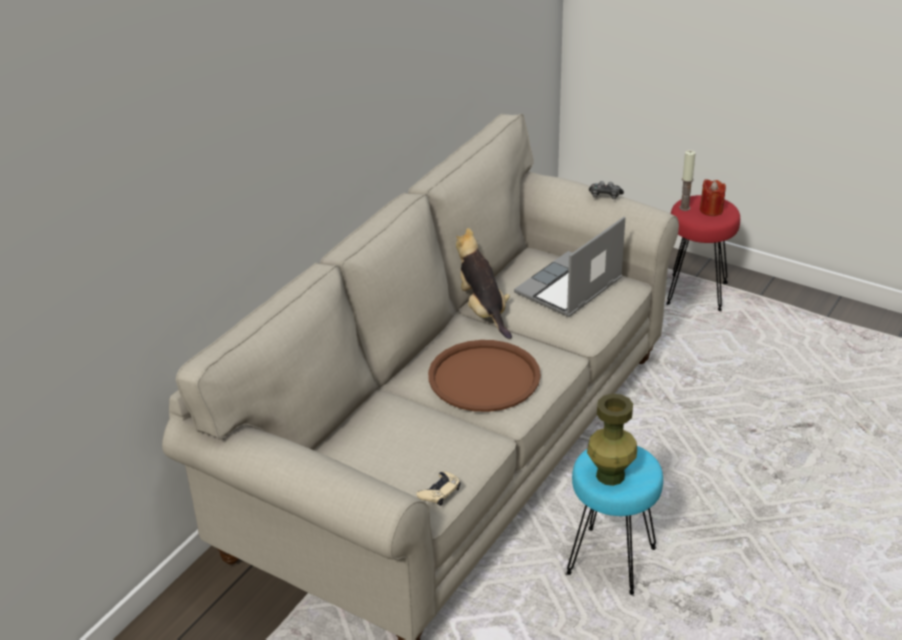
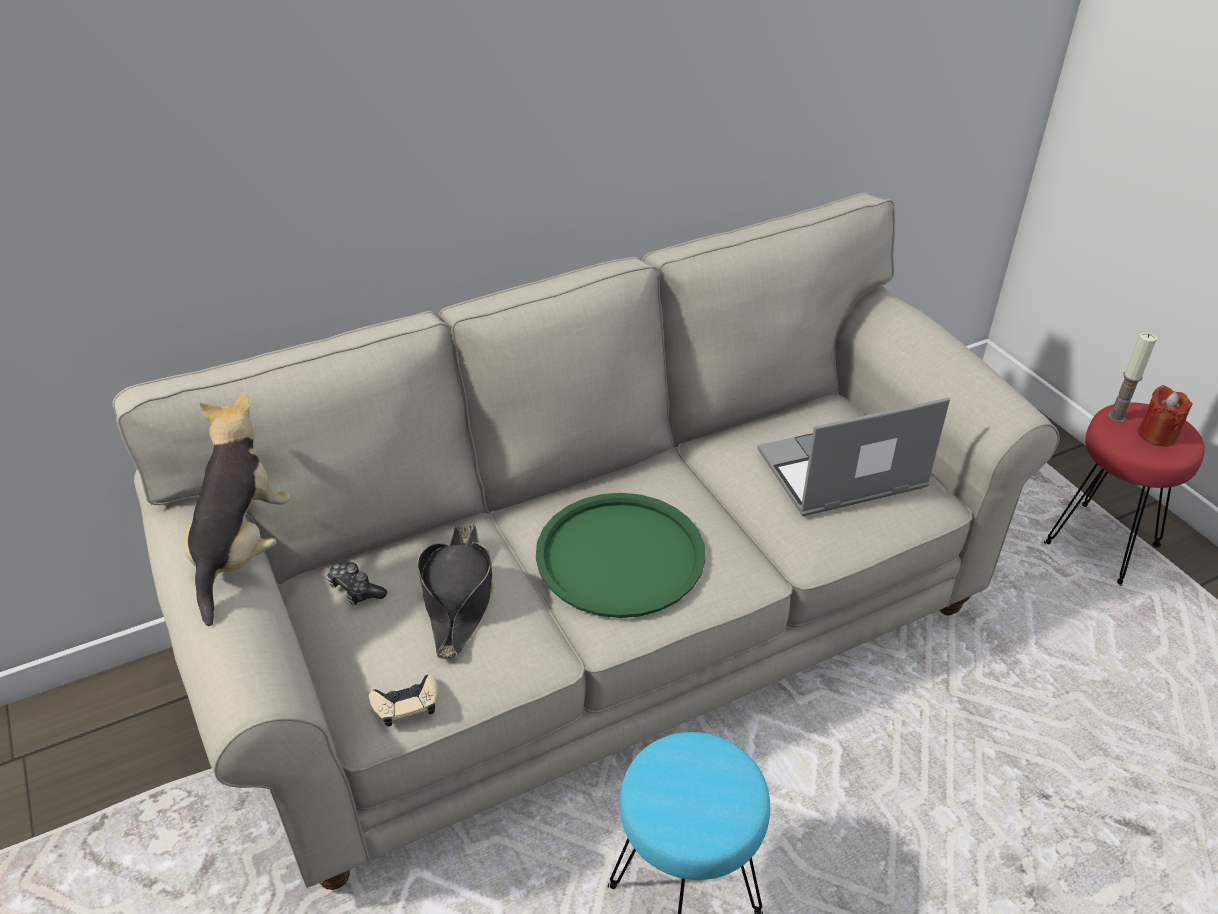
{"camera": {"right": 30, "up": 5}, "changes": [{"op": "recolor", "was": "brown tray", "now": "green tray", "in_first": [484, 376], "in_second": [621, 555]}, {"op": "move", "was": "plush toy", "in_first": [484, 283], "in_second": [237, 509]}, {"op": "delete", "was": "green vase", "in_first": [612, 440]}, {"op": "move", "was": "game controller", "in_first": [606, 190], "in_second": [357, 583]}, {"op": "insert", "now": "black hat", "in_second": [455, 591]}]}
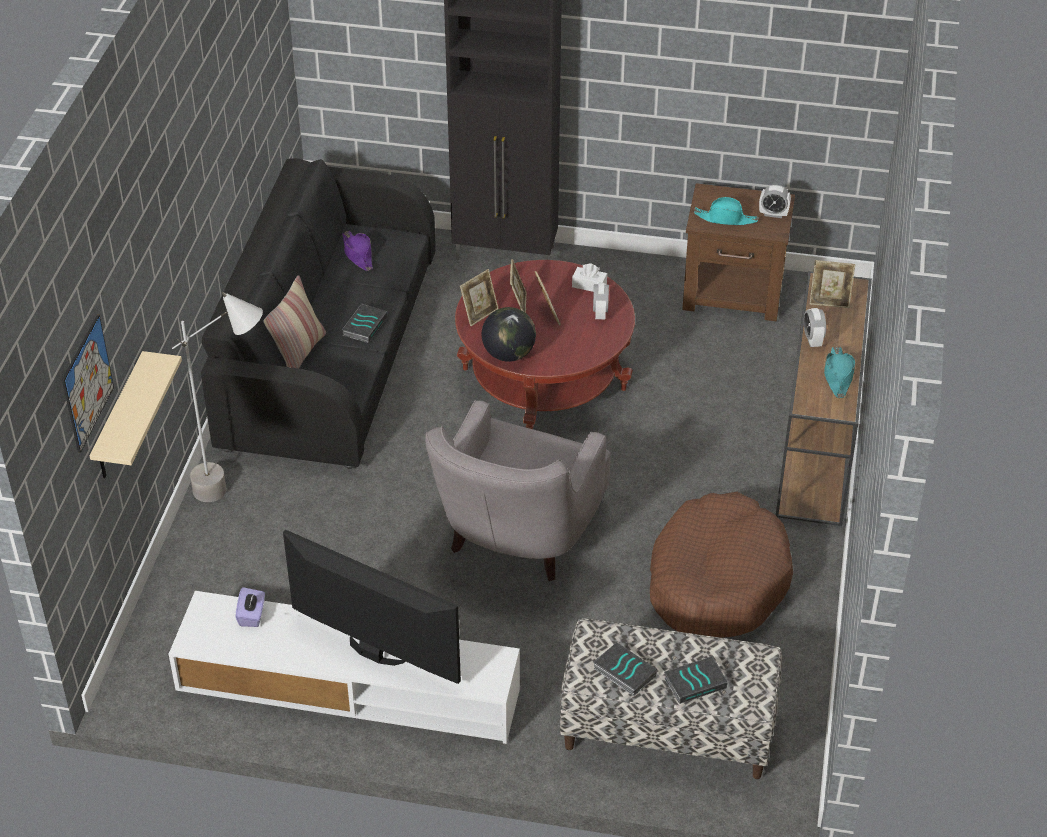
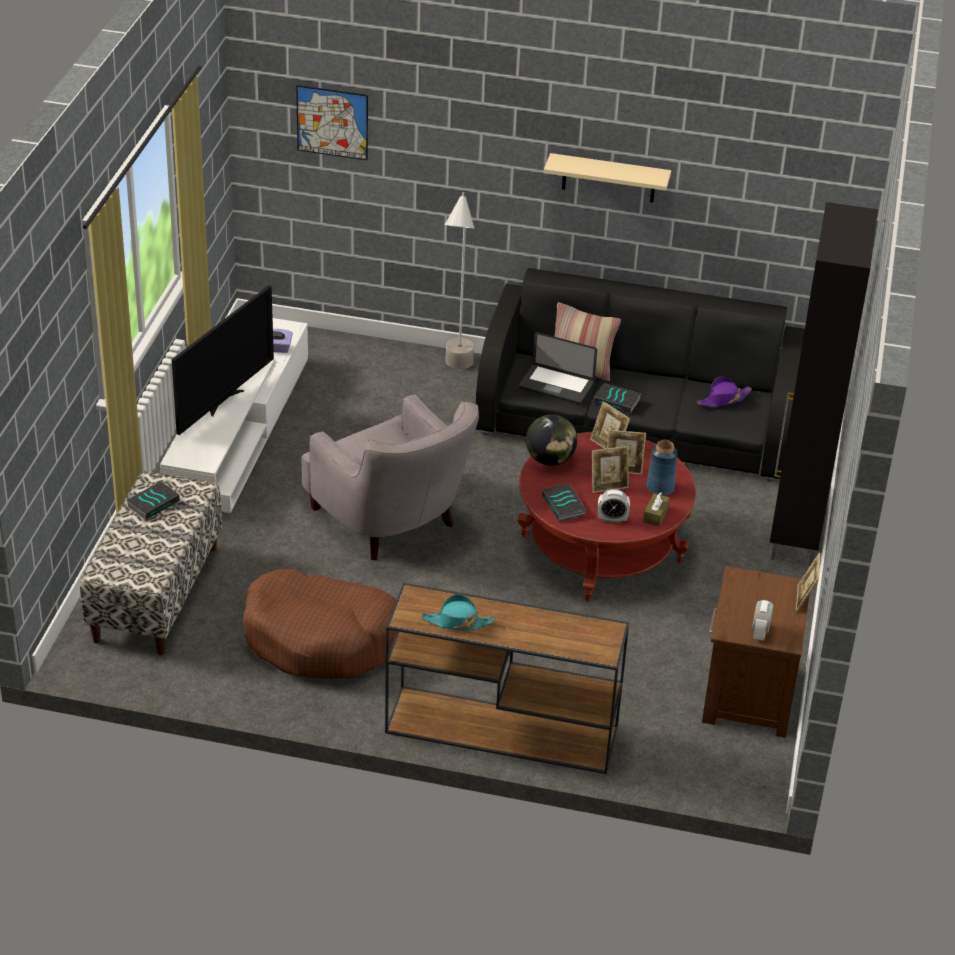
{"camera": {"right": 90, "up": -5}, "changes": [{"op": "move", "was": "beige shelf", "in_first": [135, 414], "in_second": [607, 177]}, {"op": "rotate", "was": "grey armchair", "in_first": [518, 490], "in_second": [390, 477], "clockwise": -150}, {"op": "recolor", "was": "white tissue box", "now": "brown tissue box", "in_first": [589, 277], "in_second": [656, 509]}, {"op": "move", "was": "book", "in_first": [696, 680], "in_second": [564, 502]}, {"op": "delete", "was": "turquoise hat", "in_first": [726, 211]}, {"op": "delete", "was": "alarm clock", "in_first": [815, 327]}, {"op": "move", "was": "picture frame", "in_first": [832, 284], "in_second": [808, 582]}, {"op": "insert", "now": "laptop", "in_second": [558, 368]}, {"op": "insert", "now": "blue vase", "in_second": [662, 468]}]}
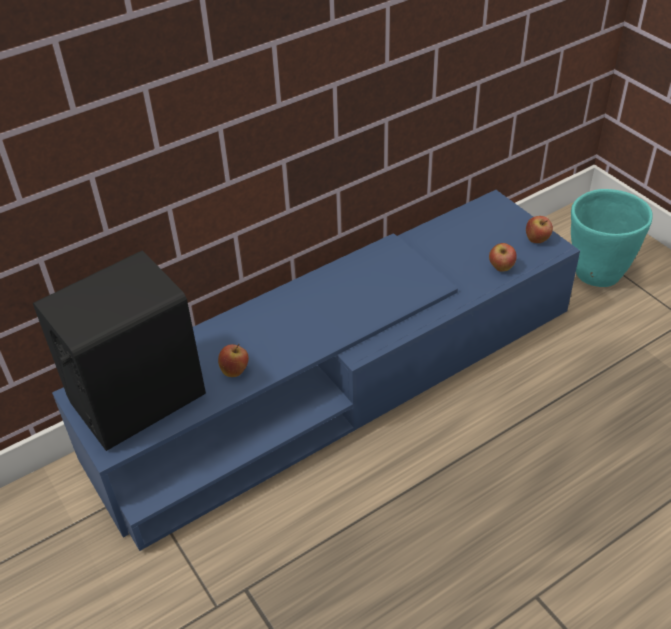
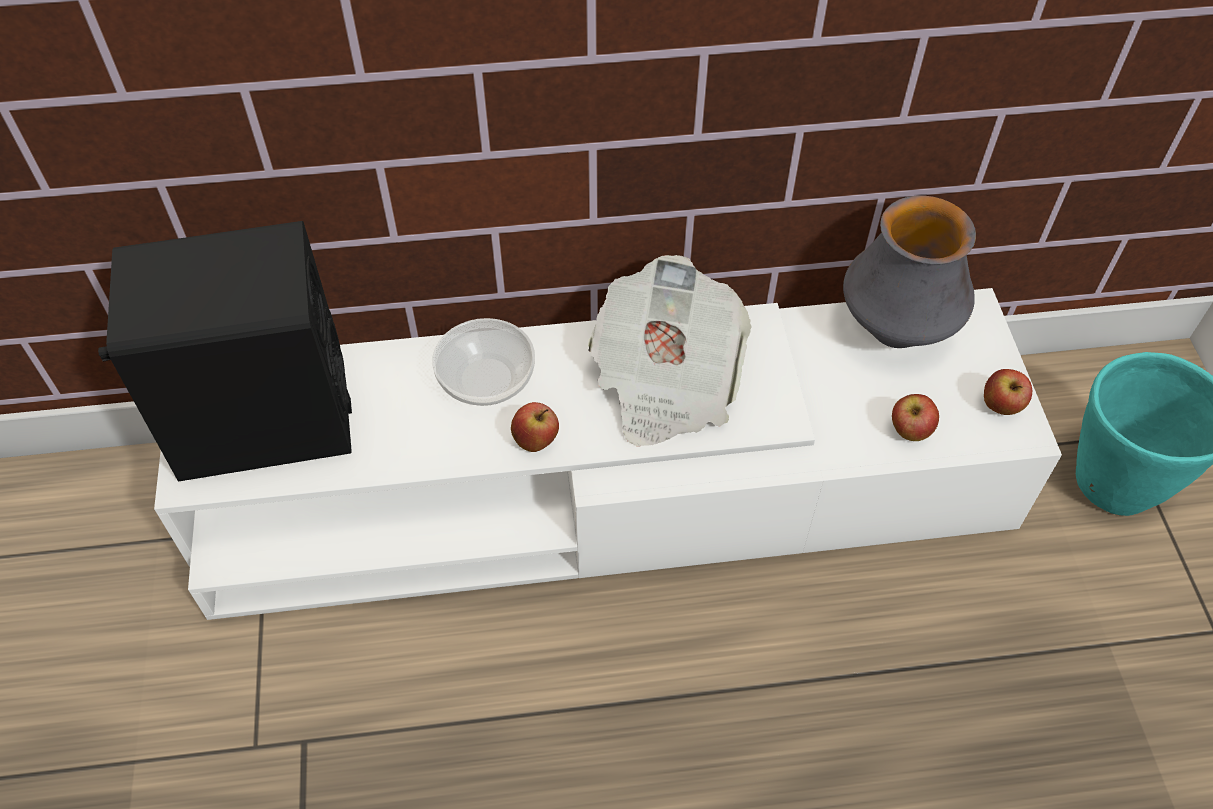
{"camera": {"right": 25, "up": 10}, "changes": [{"op": "recolor", "was": "blue tv stand", "now": "white tv stand", "in_first": [316, 370], "in_second": [608, 454]}, {"op": "move", "was": "apple", "in_first": [233, 360], "in_second": [535, 427]}, {"op": "insert", "now": "bowl", "in_second": [483, 362]}, {"op": "insert", "now": "newspaper", "in_second": [670, 351]}, {"op": "insert", "now": "vase", "in_second": [909, 272]}]}
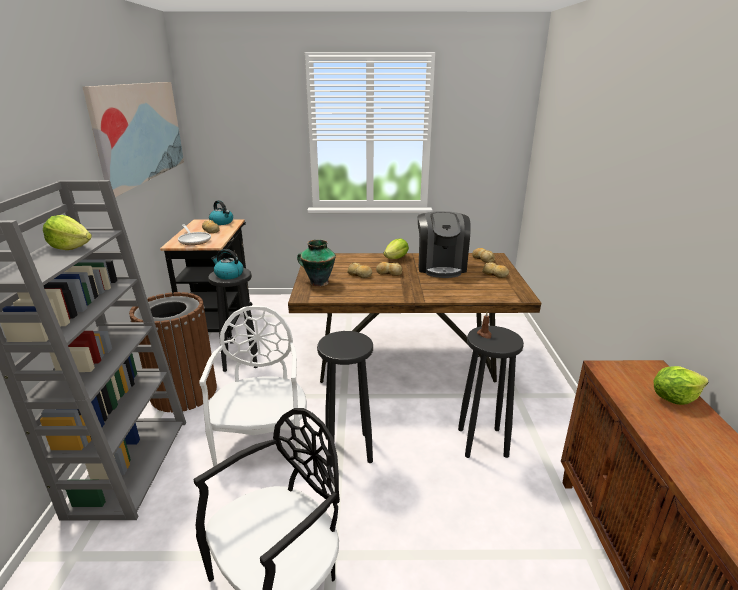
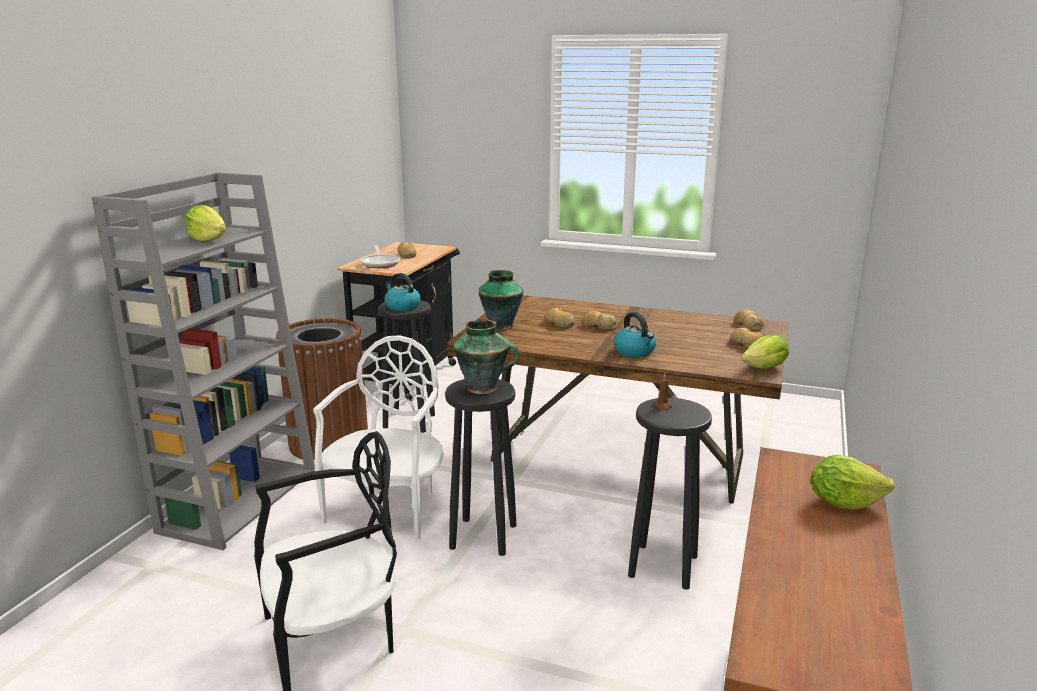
{"camera": {"right": 20, "up": -5}, "changes": [{"op": "delete", "was": "picture", "in_first": [133, 139]}, {"op": "move", "was": "kettle", "in_first": [221, 212], "in_second": [635, 334]}, {"op": "move", "was": "lettuce", "in_first": [396, 248], "in_second": [765, 352]}, {"op": "delete", "was": "coffee machine", "in_first": [444, 244]}, {"op": "insert", "now": "vase", "in_second": [487, 356]}]}
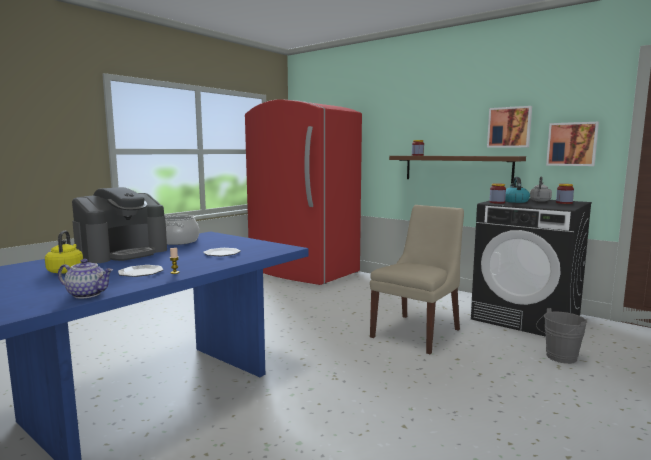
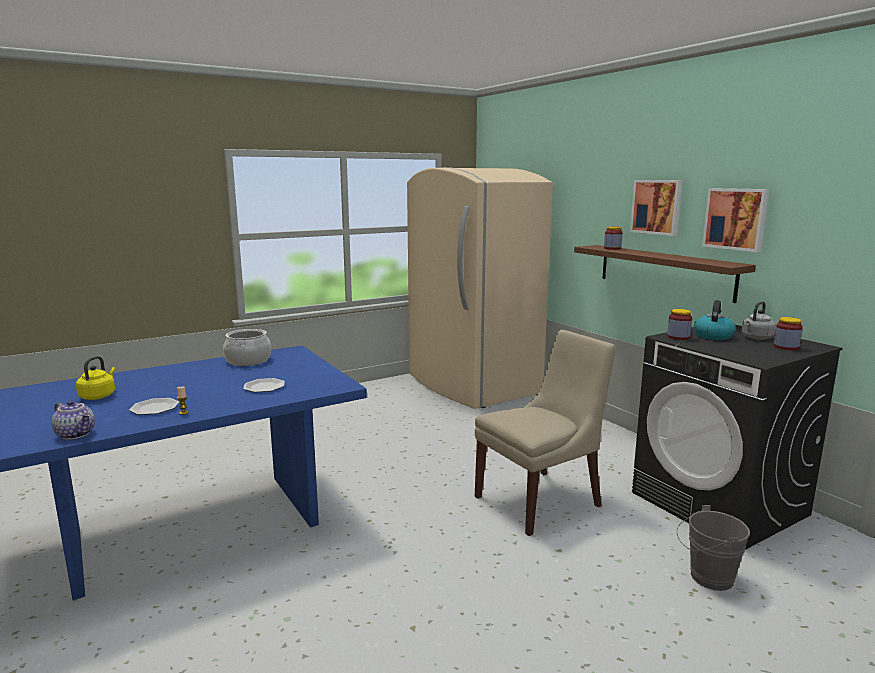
{"camera": {"right": 20, "up": 5}, "changes": [{"op": "delete", "was": "coffee machine", "in_first": [119, 225]}, {"op": "recolor", "was": "red fridge", "now": "beige fridge", "in_first": [303, 192], "in_second": [480, 288]}, {"op": "move", "was": "picture", "in_first": [572, 144], "in_second": [656, 208]}]}
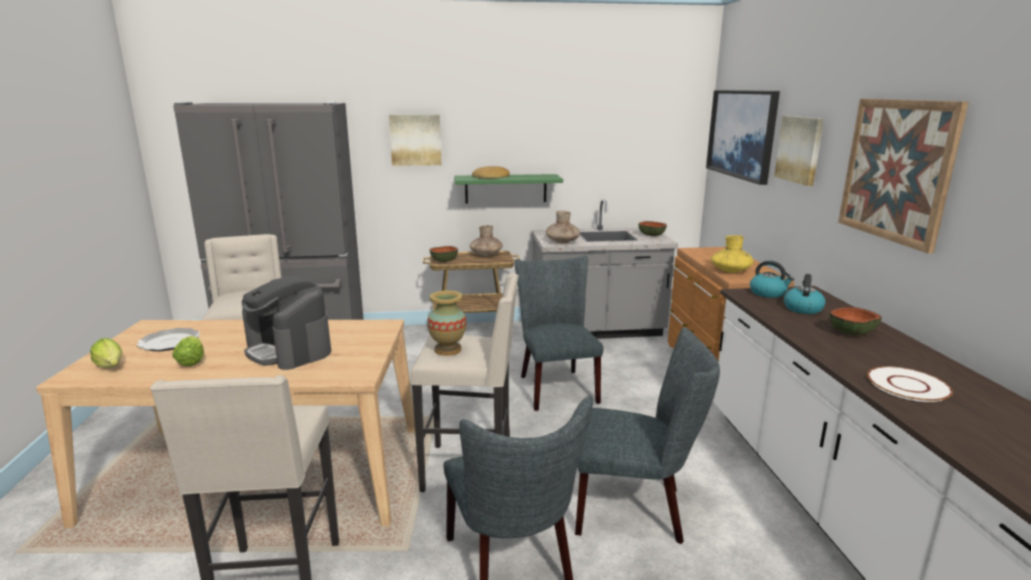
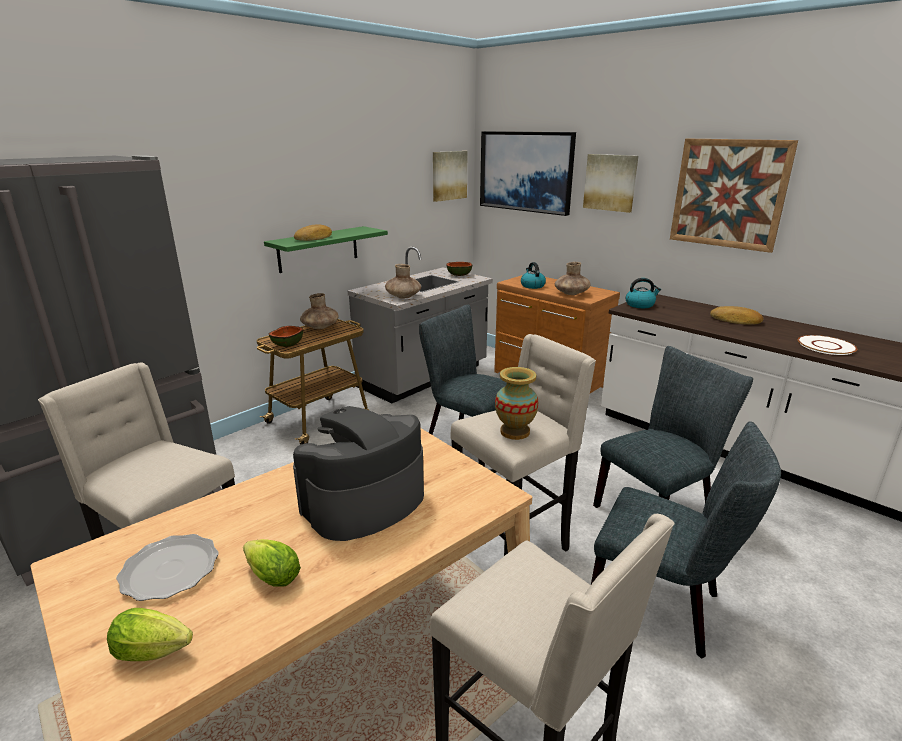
{"camera": {"right": -40, "up": 5}, "changes": [{"op": "rotate", "was": "coffee machine", "in_first": [286, 323], "in_second": [358, 473], "clockwise": 135}, {"op": "move", "was": "picture", "in_first": [415, 140], "in_second": [450, 176]}, {"op": "recolor", "was": "yellow vase", "now": "brown vase", "in_first": [732, 254], "in_second": [573, 278]}, {"op": "move", "was": "kettle", "in_first": [805, 294], "in_second": [533, 275]}, {"op": "replace", "was": "bowl", "now": "bread", "in_first": [856, 321], "in_second": [736, 315]}]}
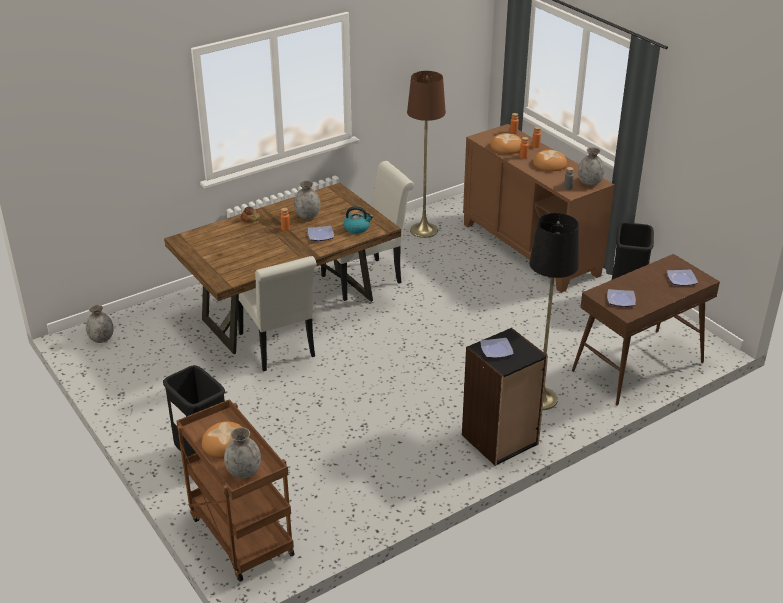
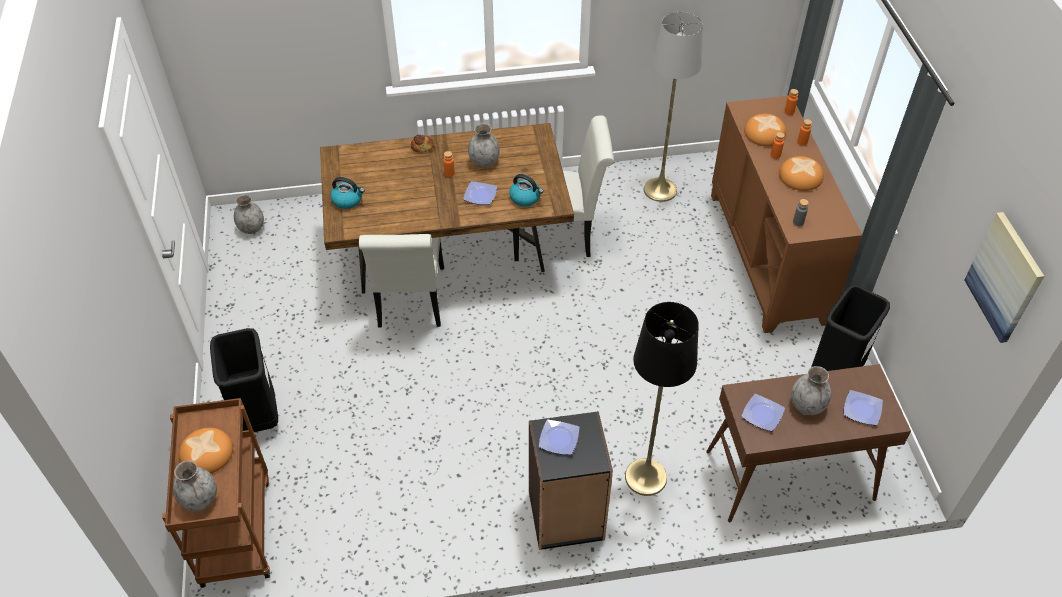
{"camera": {"right": 25, "up": 15}, "changes": [{"op": "recolor", "was": "brown floor lamp", "now": "grey floor lamp", "in_first": [426, 154], "in_second": [673, 107]}, {"op": "move", "was": "grey vase", "in_first": [591, 166], "in_second": [811, 390]}, {"op": "insert", "now": "kettle", "in_second": [347, 193]}, {"op": "insert", "now": "picture", "in_second": [1004, 277]}]}
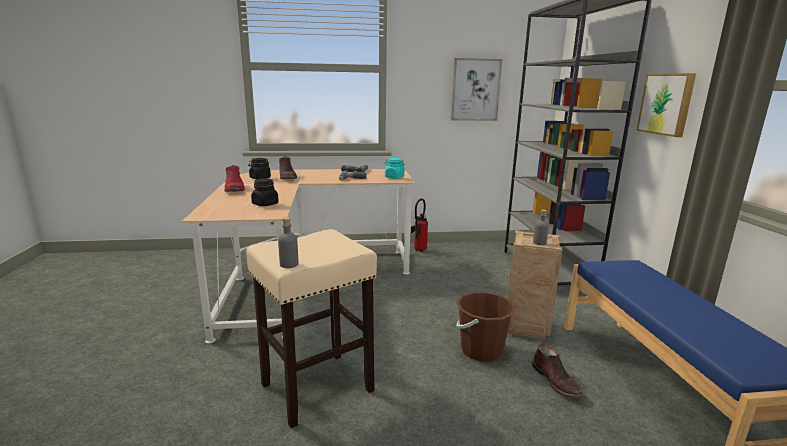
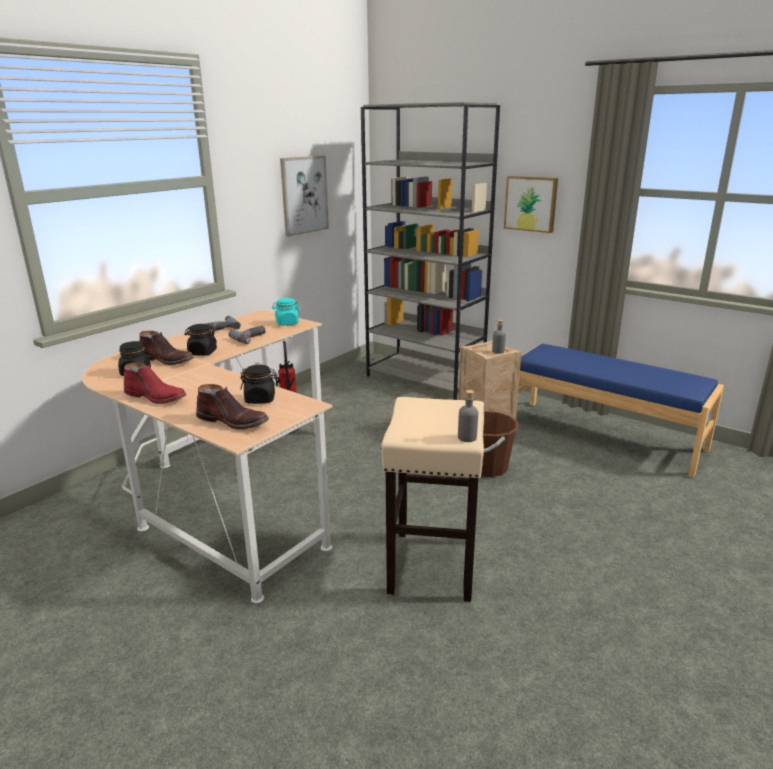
{"camera": {"right": -45, "up": 5}, "changes": [{"op": "move", "was": "brown boot", "in_first": [558, 371], "in_second": [232, 407]}, {"op": "insert", "now": "black jar", "in_second": [200, 340]}]}
